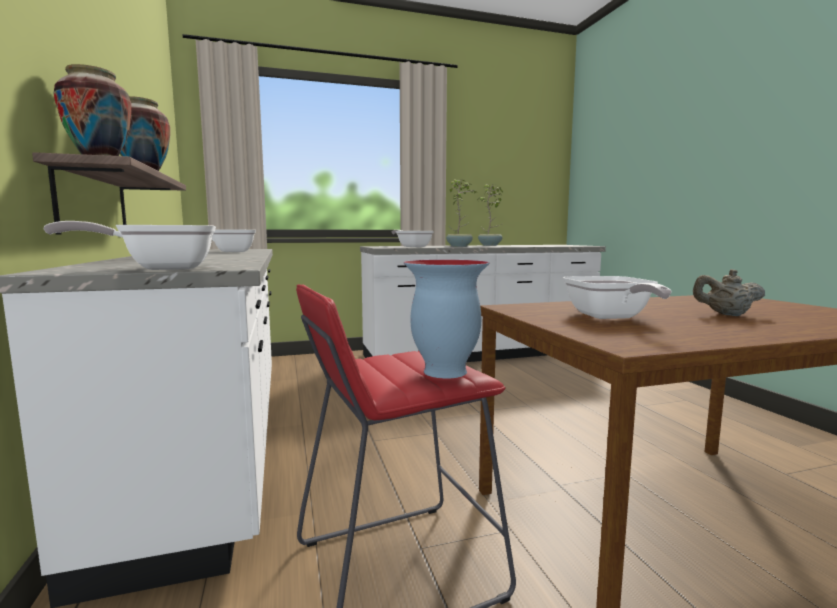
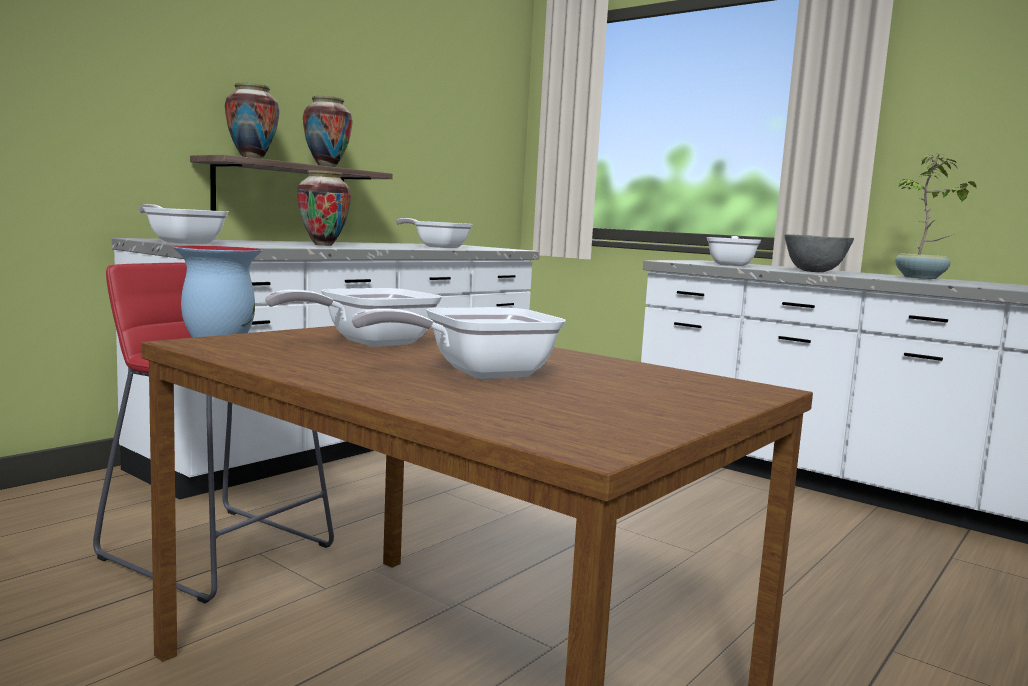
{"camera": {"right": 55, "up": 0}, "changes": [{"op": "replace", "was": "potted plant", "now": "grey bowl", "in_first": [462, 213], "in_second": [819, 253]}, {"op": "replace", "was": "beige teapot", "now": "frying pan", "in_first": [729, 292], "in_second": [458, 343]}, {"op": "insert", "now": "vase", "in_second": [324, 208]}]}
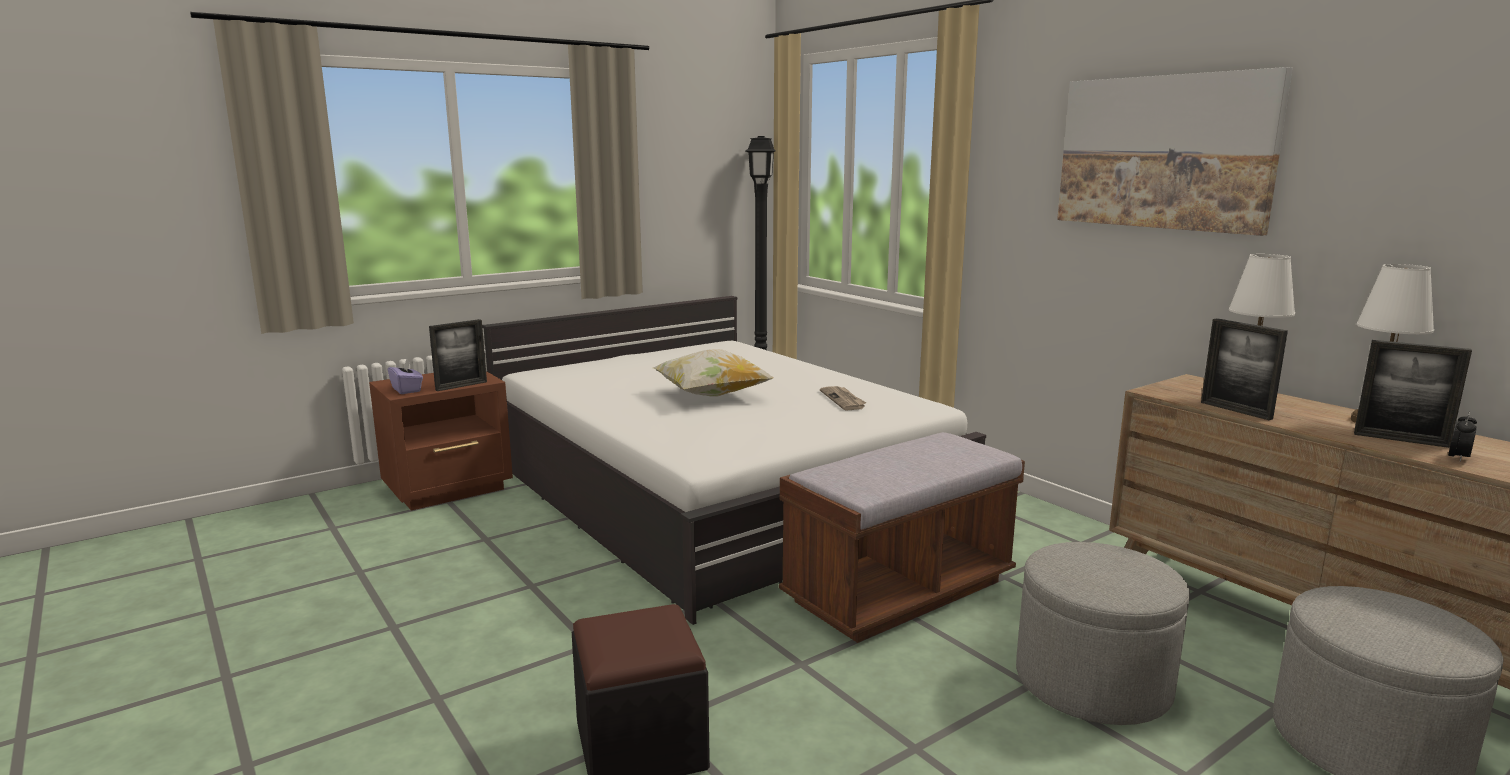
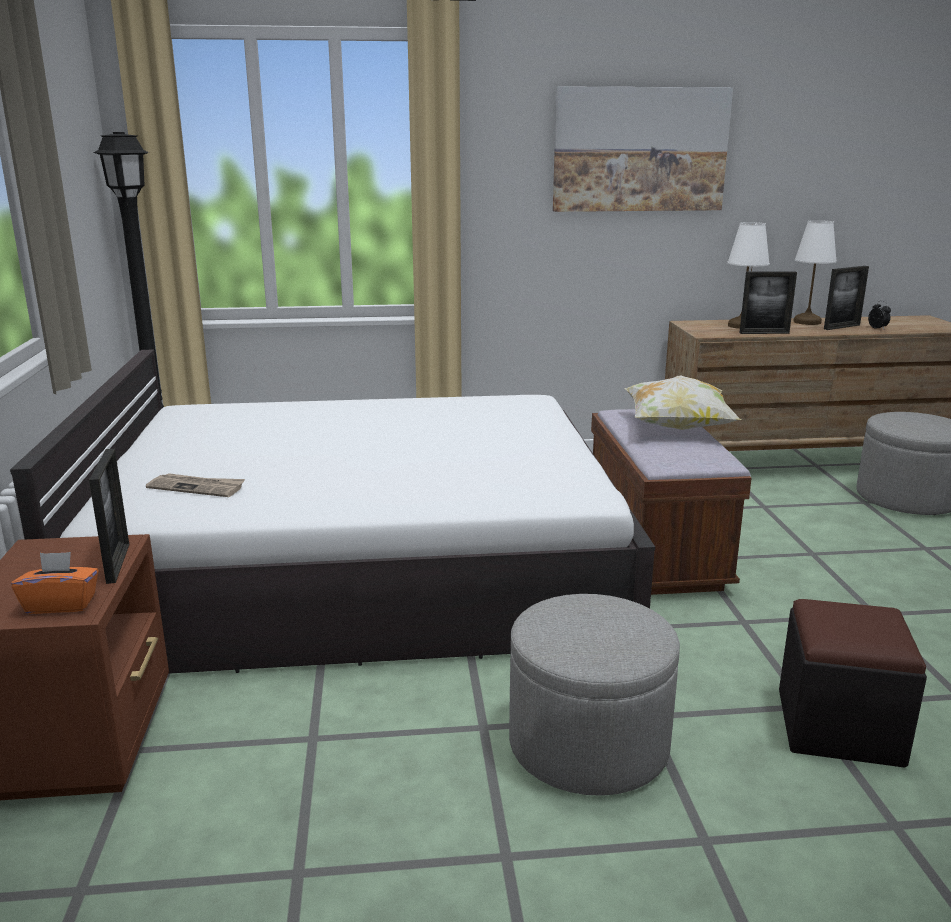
{"camera": {"right": -60, "up": 5}, "changes": [{"op": "recolor", "was": "purple tissue box", "now": "orange tissue box", "in_first": [405, 376], "in_second": [55, 583]}, {"op": "move", "was": "pillow", "in_first": [713, 372], "in_second": [682, 403]}, {"op": "move", "was": "newspaper", "in_first": [843, 398], "in_second": [195, 485]}, {"op": "move", "was": "grey ottoman", "in_first": [1103, 633], "in_second": [594, 695]}]}
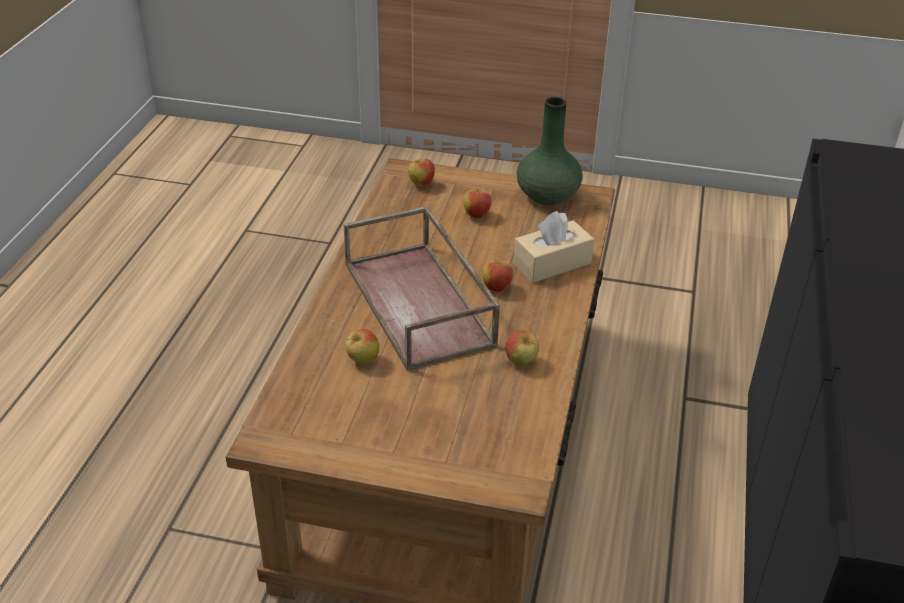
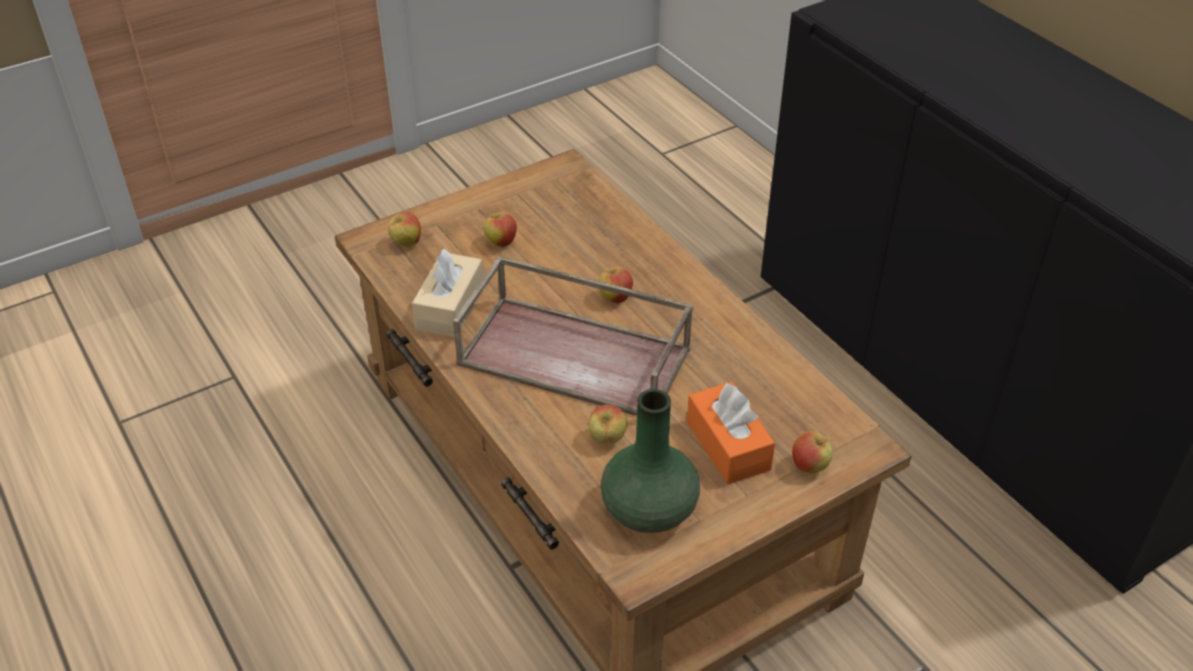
{"camera": {"right": -45, "up": 5}, "changes": [{"op": "move", "was": "apple", "in_first": [522, 347], "in_second": [812, 452]}, {"op": "move", "was": "beige tissue box", "in_first": [553, 246], "in_second": [447, 293]}, {"op": "move", "was": "green vase", "in_first": [550, 151], "in_second": [650, 461]}, {"op": "insert", "now": "orange tissue box", "in_second": [731, 433]}]}
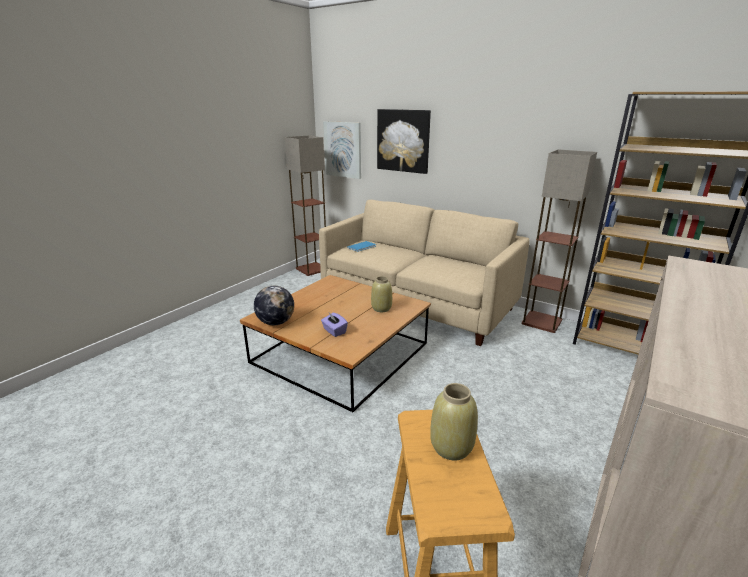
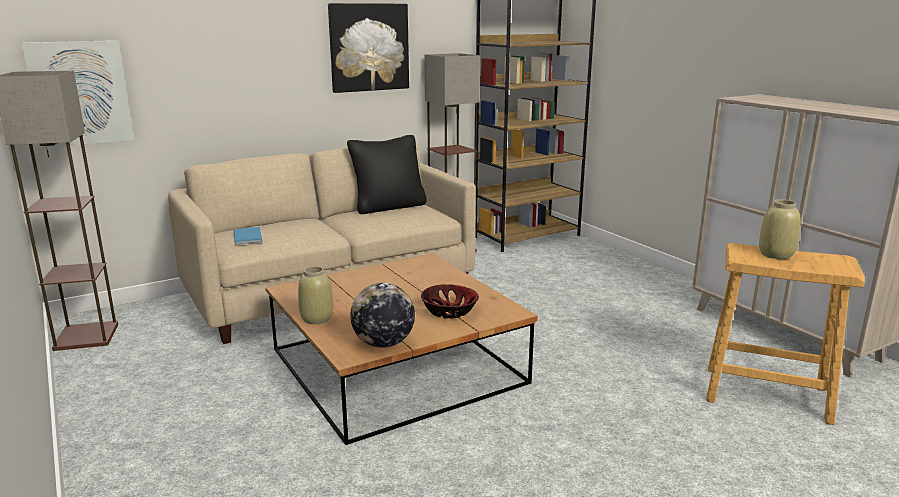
{"camera": {"right": -65, "up": -5}, "changes": [{"op": "replace", "was": "purple tissue box", "now": "bowl", "in_first": [334, 325], "in_second": [450, 301]}, {"op": "move", "was": "beige vase", "in_first": [381, 294], "in_second": [315, 295]}, {"op": "move", "was": "picture", "in_first": [404, 141], "in_second": [368, 48]}, {"op": "insert", "now": "black pillow", "in_second": [387, 174]}]}
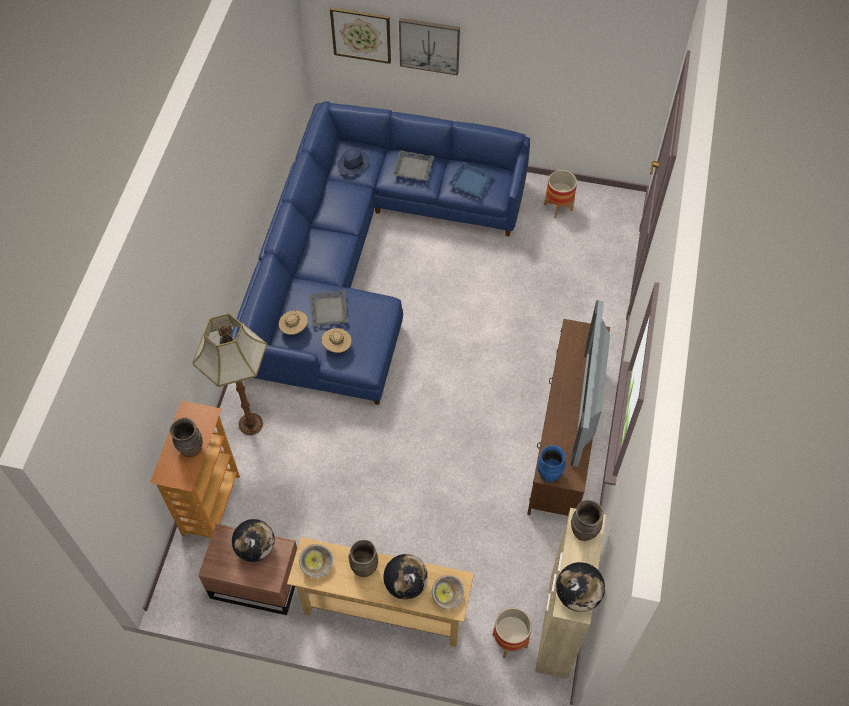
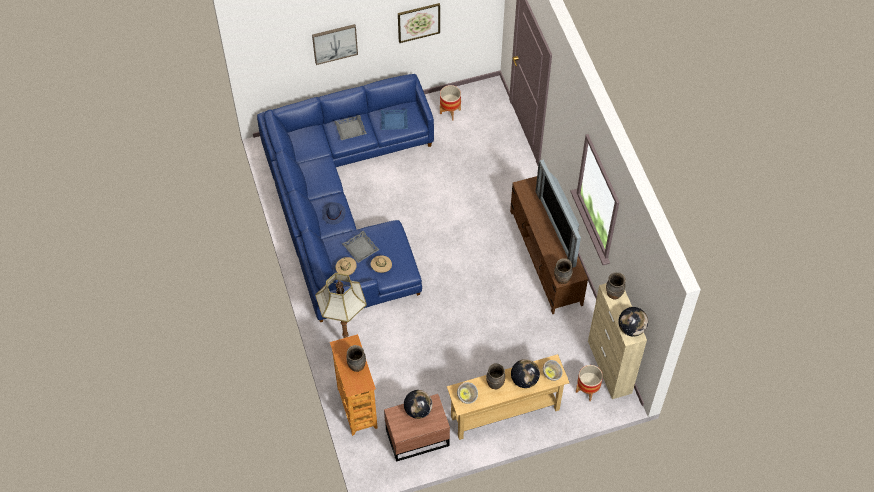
{"camera": {"right": -30, "up": 0}, "changes": [{"op": "move", "was": "picture", "in_first": [360, 35], "in_second": [419, 23]}, {"op": "move", "was": "blue hat", "in_first": [353, 162], "in_second": [334, 213]}, {"op": "recolor", "was": "blue vase", "now": "brown vase", "in_first": [551, 463], "in_second": [563, 271]}]}
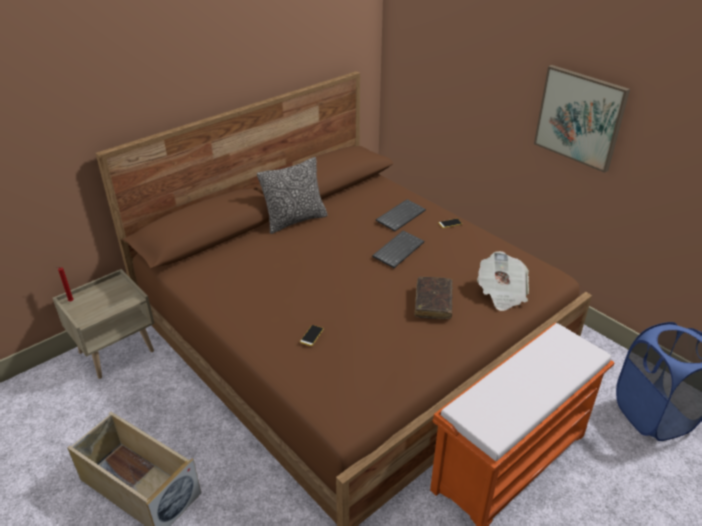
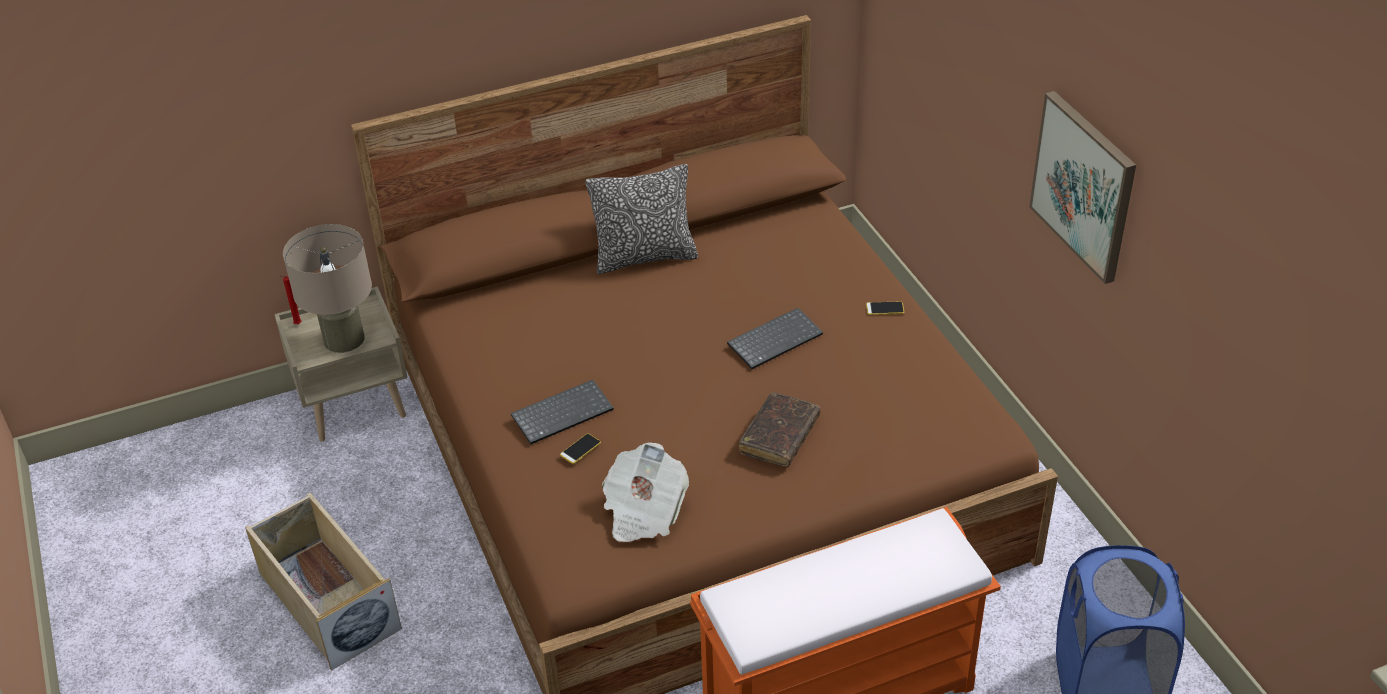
{"camera": {"right": 20, "up": 5}, "changes": [{"op": "move", "was": "keyboard", "in_first": [401, 215], "in_second": [562, 412]}, {"op": "move", "was": "newspaper", "in_first": [503, 281], "in_second": [645, 492]}, {"op": "insert", "now": "beige table lamp", "in_second": [327, 288]}]}
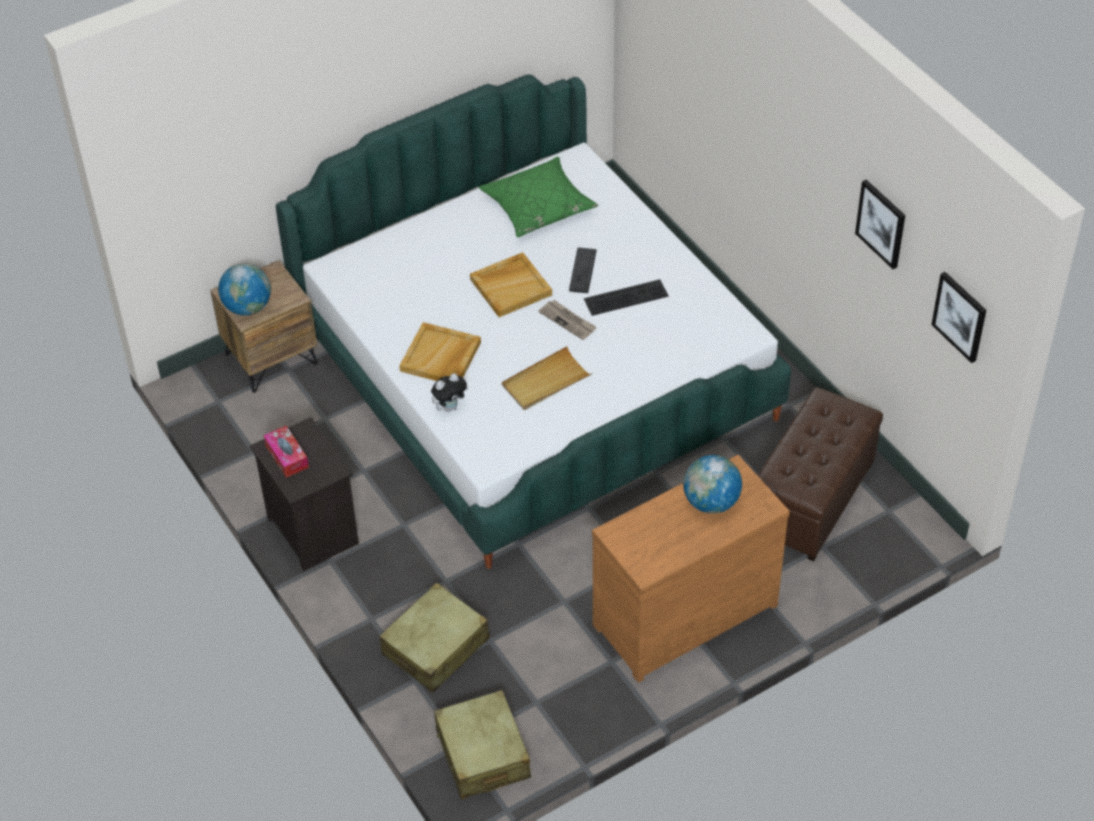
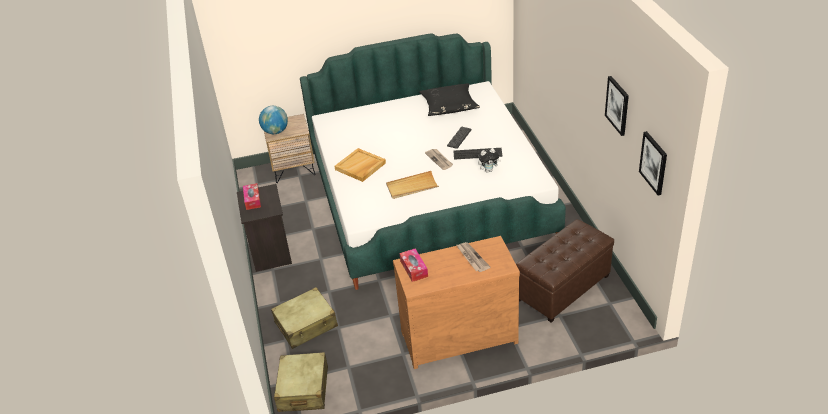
{"camera": {"right": 20, "up": -10}, "changes": [{"op": "move", "was": "plush toy", "in_first": [449, 392], "in_second": [489, 160]}, {"op": "delete", "was": "beige tray", "in_first": [511, 284]}, {"op": "recolor", "was": "green pillow", "now": "black pillow", "in_first": [538, 197], "in_second": [449, 99]}, {"op": "replace", "was": "globe", "now": "newspaper", "in_first": [712, 484], "in_second": [473, 257]}, {"op": "insert", "now": "tissue box", "in_second": [414, 265]}]}
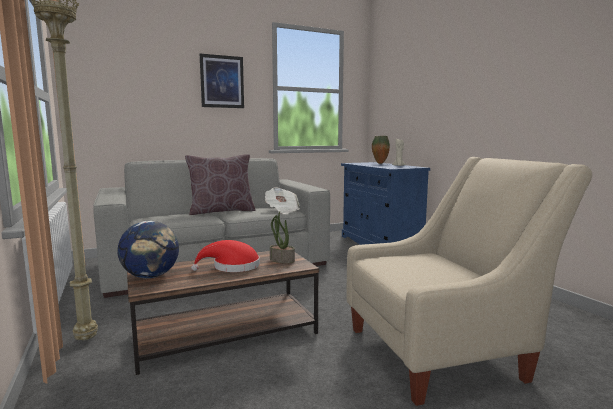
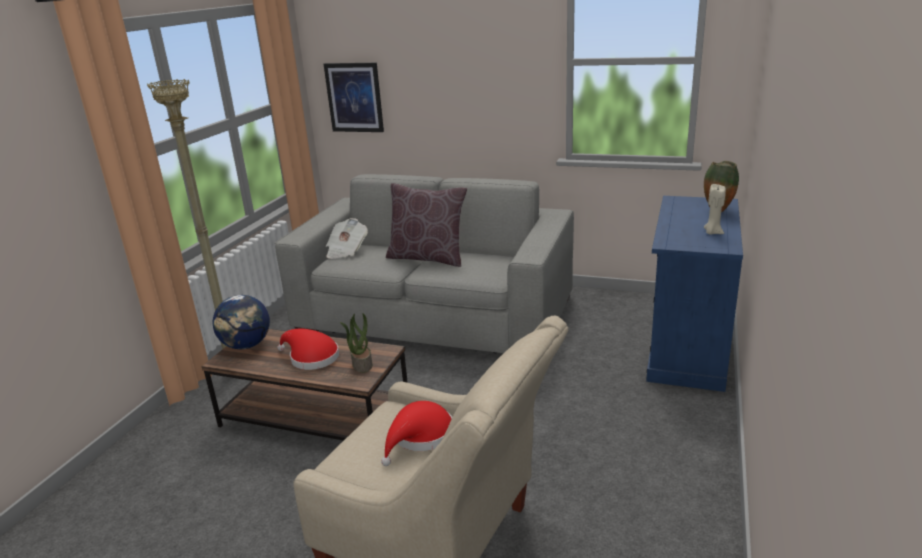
{"camera": {"right": 45, "up": 15}, "changes": [{"op": "move", "was": "picture", "in_first": [222, 81], "in_second": [354, 97]}, {"op": "move", "was": "newspaper", "in_first": [282, 200], "in_second": [347, 238]}, {"op": "insert", "now": "red hat", "in_second": [416, 433]}]}
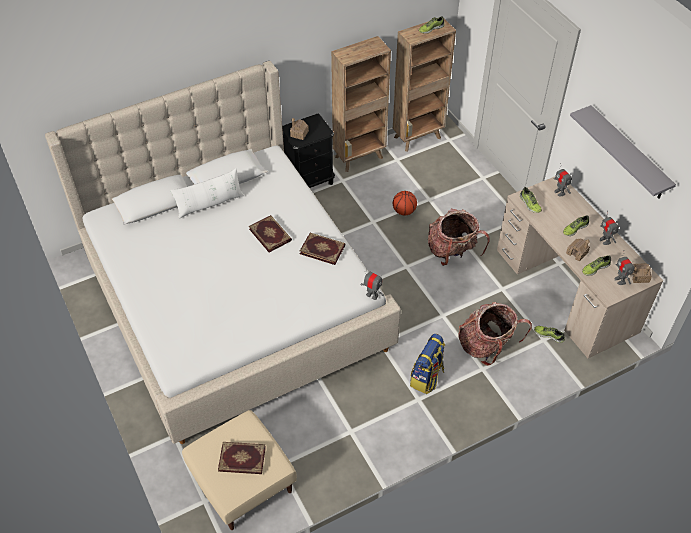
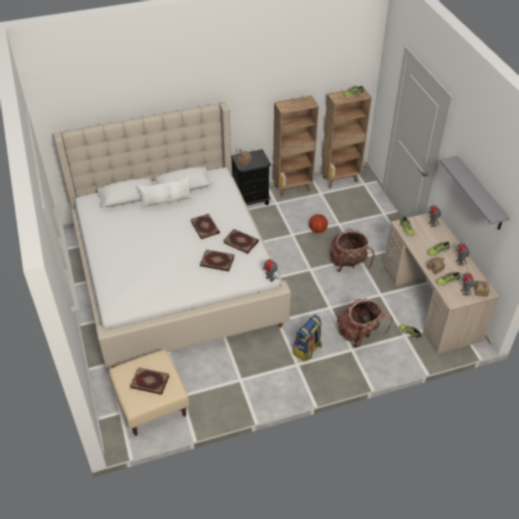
{"camera": {"right": 10, "up": -5}, "changes": [{"op": "insert", "now": "book", "in_second": [217, 260]}]}
